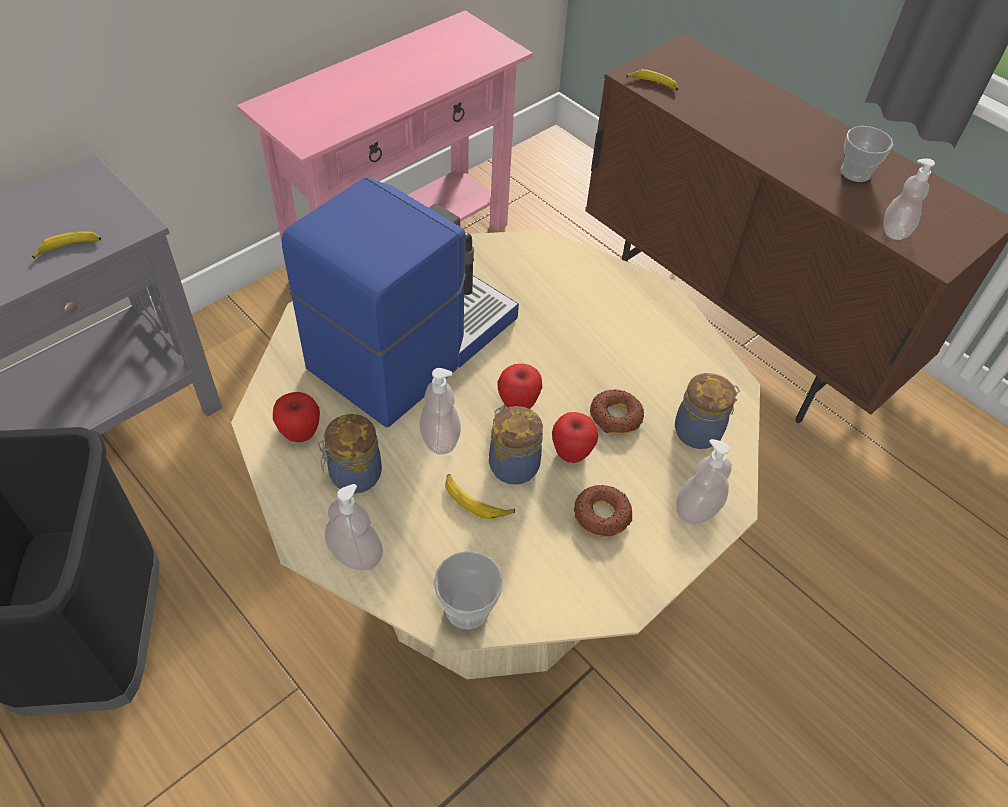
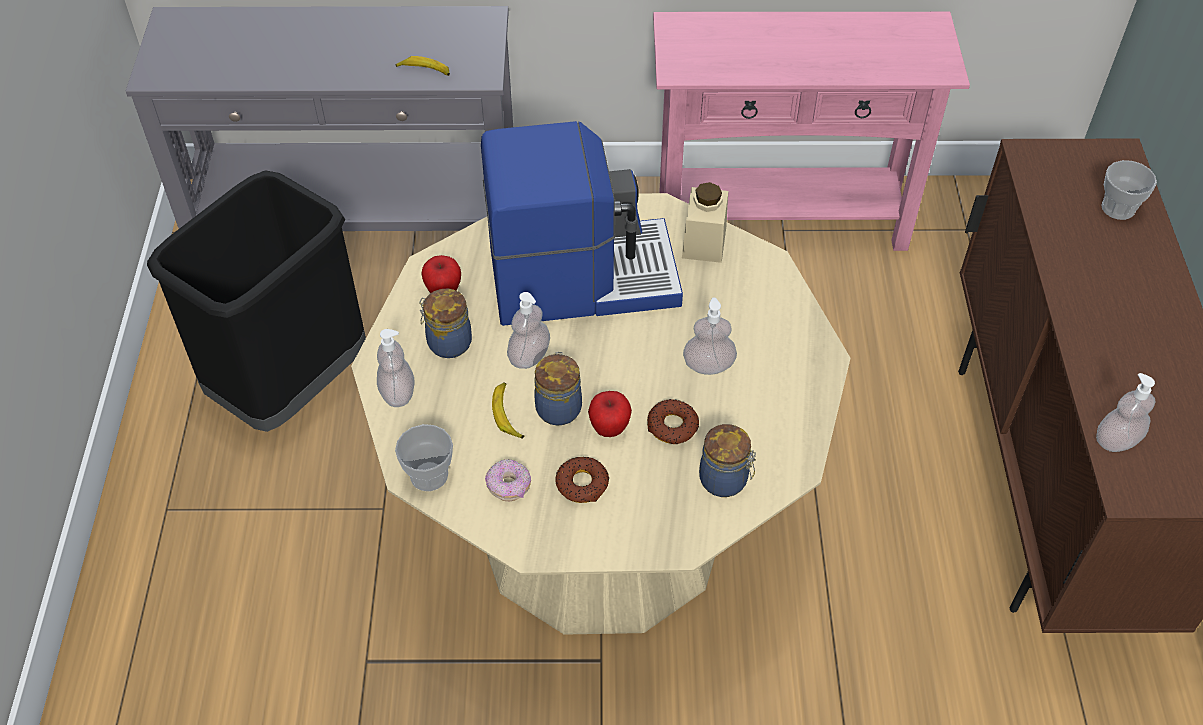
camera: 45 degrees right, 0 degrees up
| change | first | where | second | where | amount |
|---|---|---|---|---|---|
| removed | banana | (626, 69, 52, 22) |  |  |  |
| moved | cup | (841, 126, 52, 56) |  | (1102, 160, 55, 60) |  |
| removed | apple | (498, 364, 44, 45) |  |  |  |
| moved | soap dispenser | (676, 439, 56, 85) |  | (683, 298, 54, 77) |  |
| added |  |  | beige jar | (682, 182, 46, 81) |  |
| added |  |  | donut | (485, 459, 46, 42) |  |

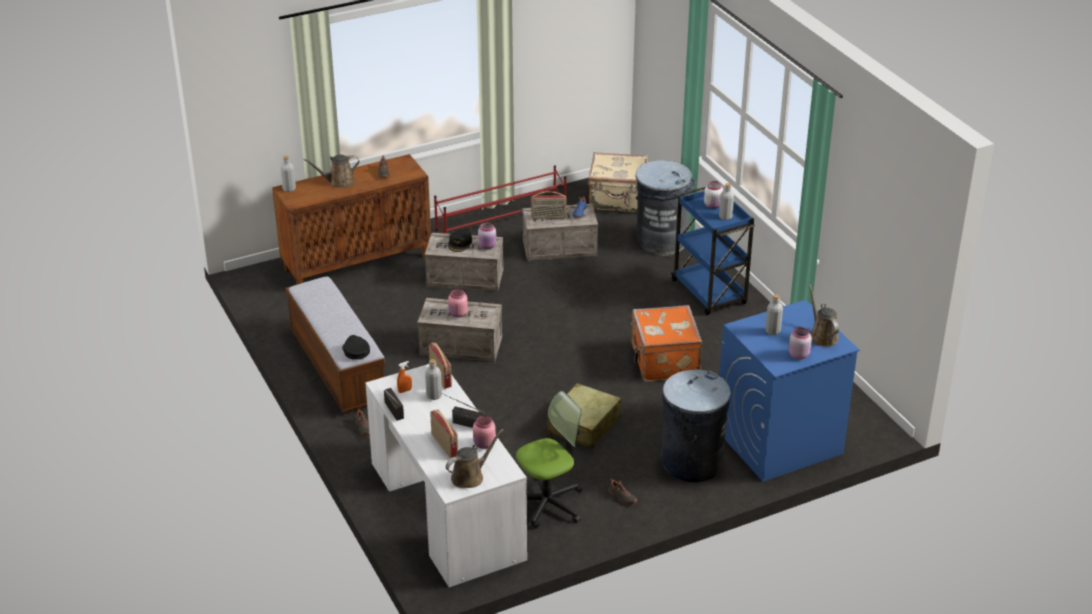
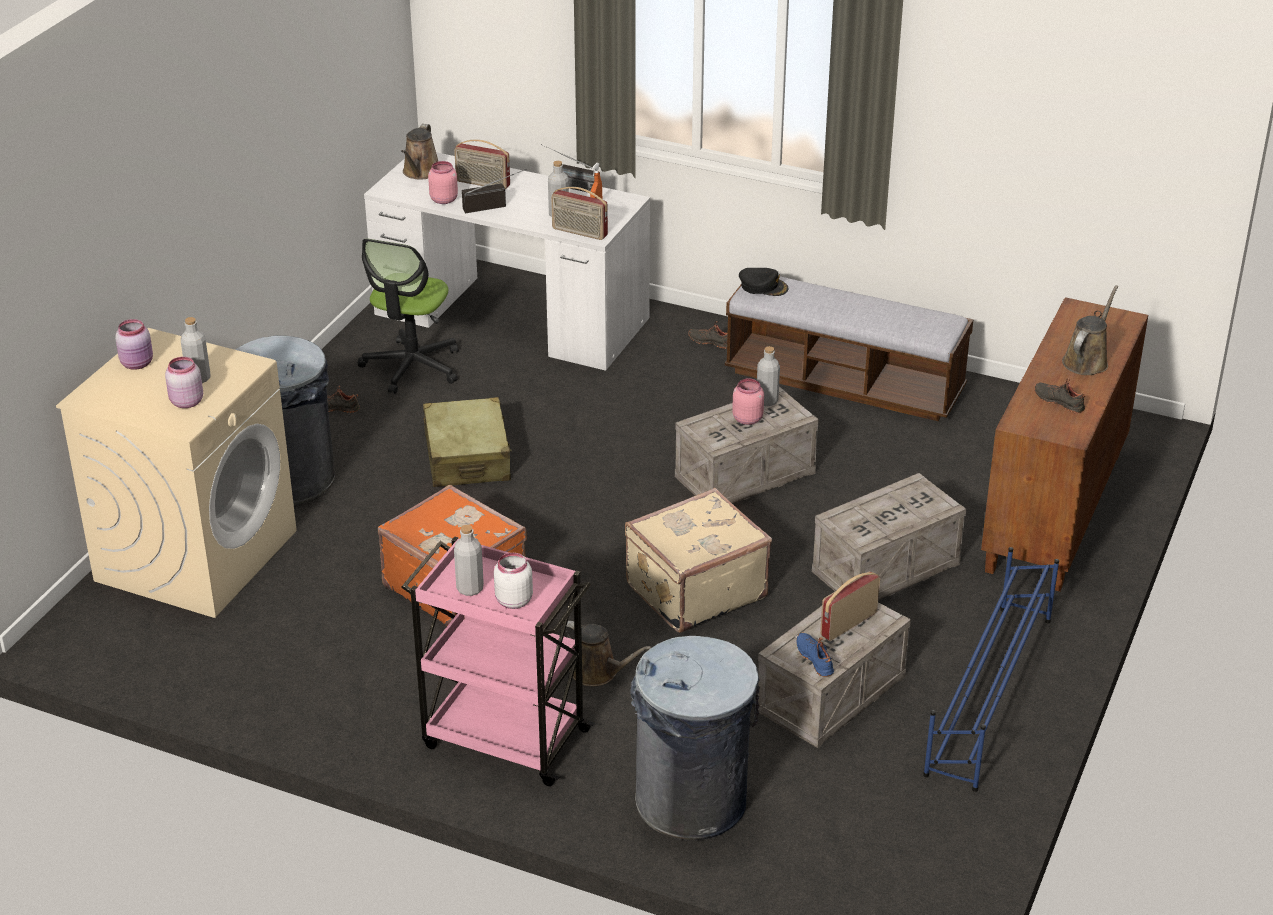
camera: 140 degrees right, 0 degrees up
| change | first | where | second | where | amount |
|---|---|---|---|---|---|
| moved | beige suitcase | (588, 152, 60, 60) |  | (625, 488, 147, 145) |  |
| moved | grey bottle | (280, 156, 16, 36) |  | (757, 346, 23, 60) |  |
| recoloured | red shoe rack | (434, 165, 132, 69) | blue shoe rack | (923, 547, 136, 245) |  |
| recoloured | blue cart | (671, 187, 84, 128) | pink cart | (401, 536, 194, 250) |  |
| moved | pink jar | (478, 222, 18, 27) |  | (165, 357, 38, 51) |  |
| removed | black cap | (448, 229, 24, 23) |  |  |  |
| moved | brown watering can | (809, 284, 30, 63) |  | (560, 621, 92, 65) |  |
| recoloured | blue washing machine | (719, 300, 141, 182) | beige washing machine | (56, 328, 241, 290) |  |

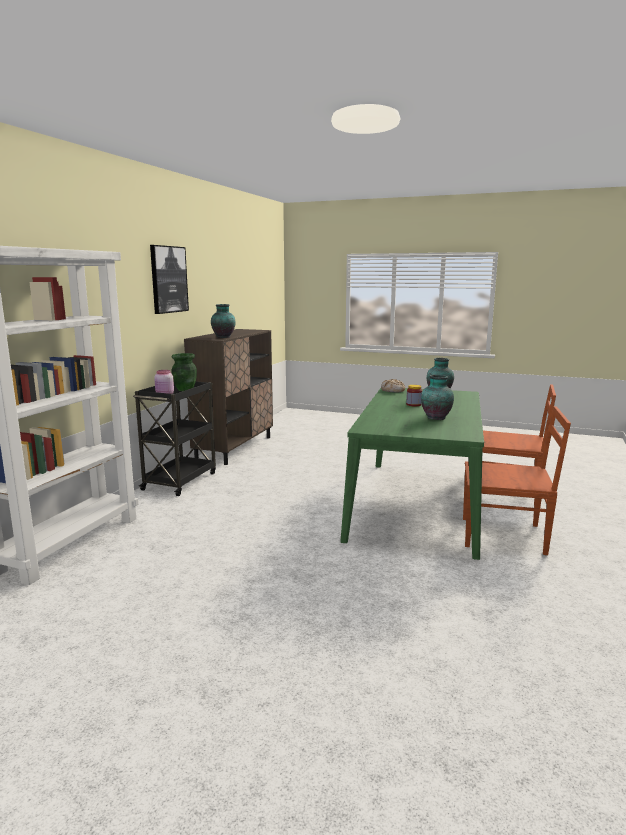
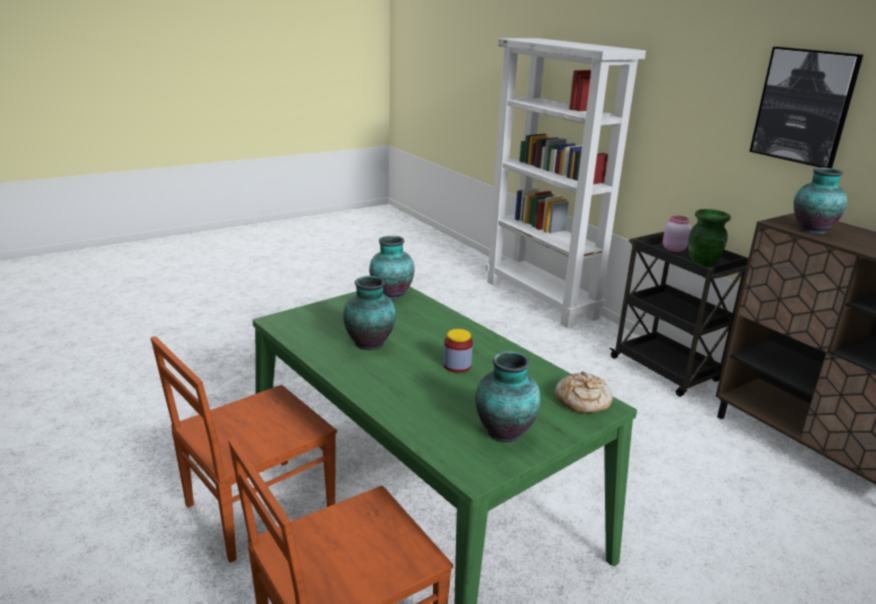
camera: 125 degrees right, 10 degrees up
| change | first | where | second | where | amount |
|---|---|---|---|---|---|
| added |  |  | vase | (369, 236, 46, 64) |  |

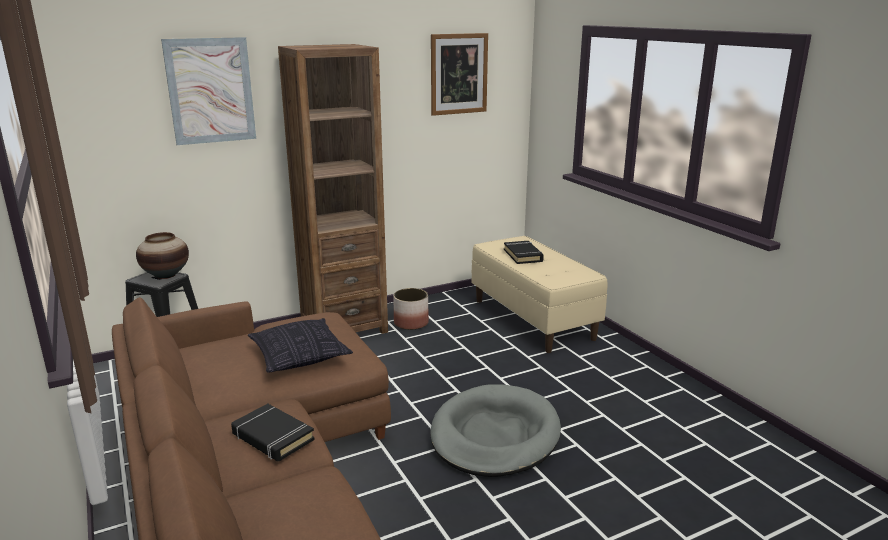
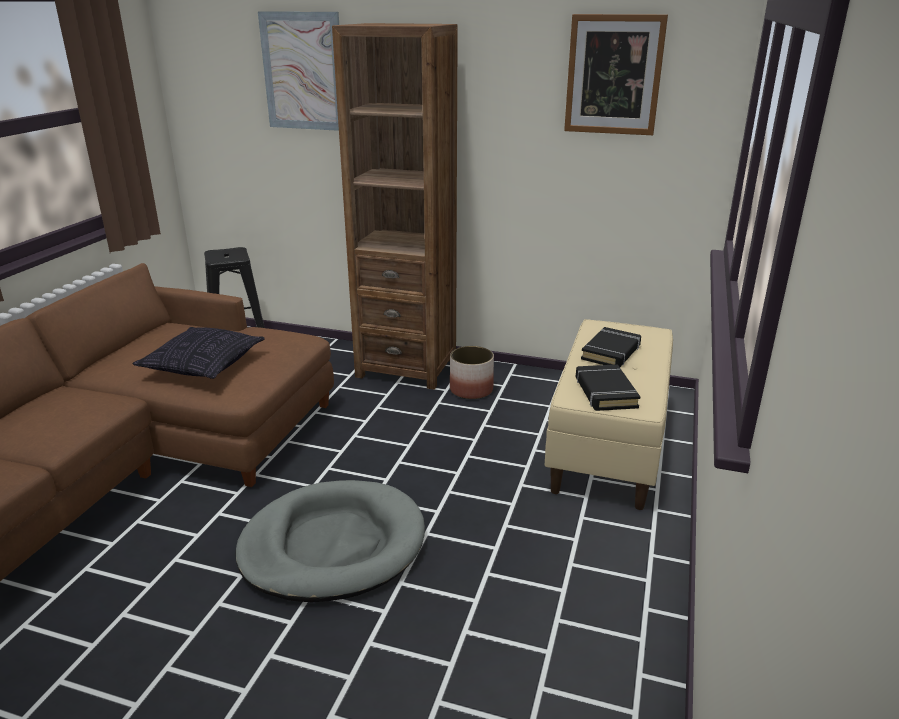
camera: 45 degrees right, 5 degrees up
| change | first | where | second | where | amount |
|---|---|---|---|---|---|
| removed | vase | (136, 232, 53, 47) |  |  |  |
| moved | black book | (231, 404, 84, 58) |  | (576, 364, 64, 47) |  |

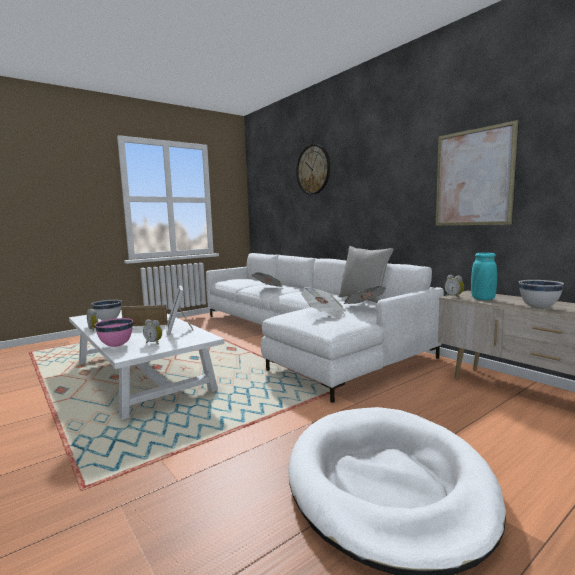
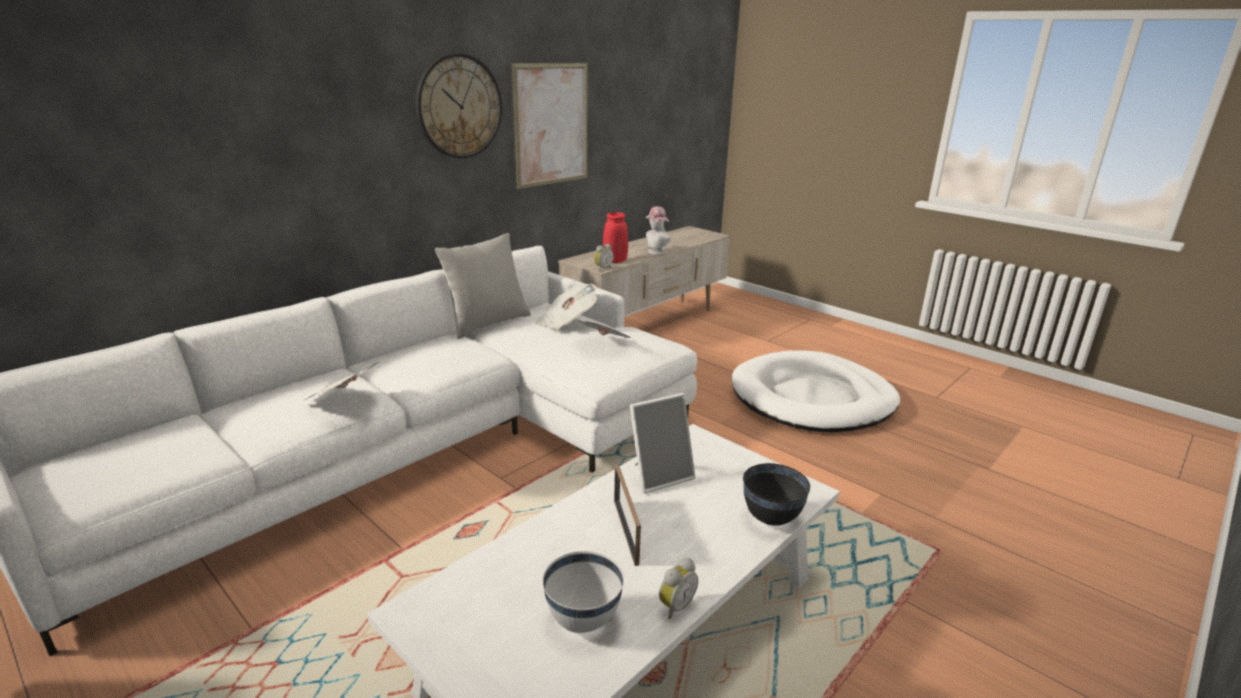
camera: 100 degrees left, 15 degrees up
| change | first | where | second | where | amount |
|---|---|---|---|---|---|
| moved | wall clock | (296, 144, 34, 51) |  | (415, 53, 87, 105) |  |
| recoloured | turquoise vase | (471, 253, 26, 47) | red vase | (603, 212, 25, 51) |  |
| replaced | white bowl | (519, 280, 45, 29) | hat | (646, 206, 25, 49) |  |
| recoloured | pink bowl | (95, 318, 38, 29) | black bowl | (743, 463, 67, 63) |  |
| removed | alarm clock | (143, 319, 19, 26) |  |  |  |

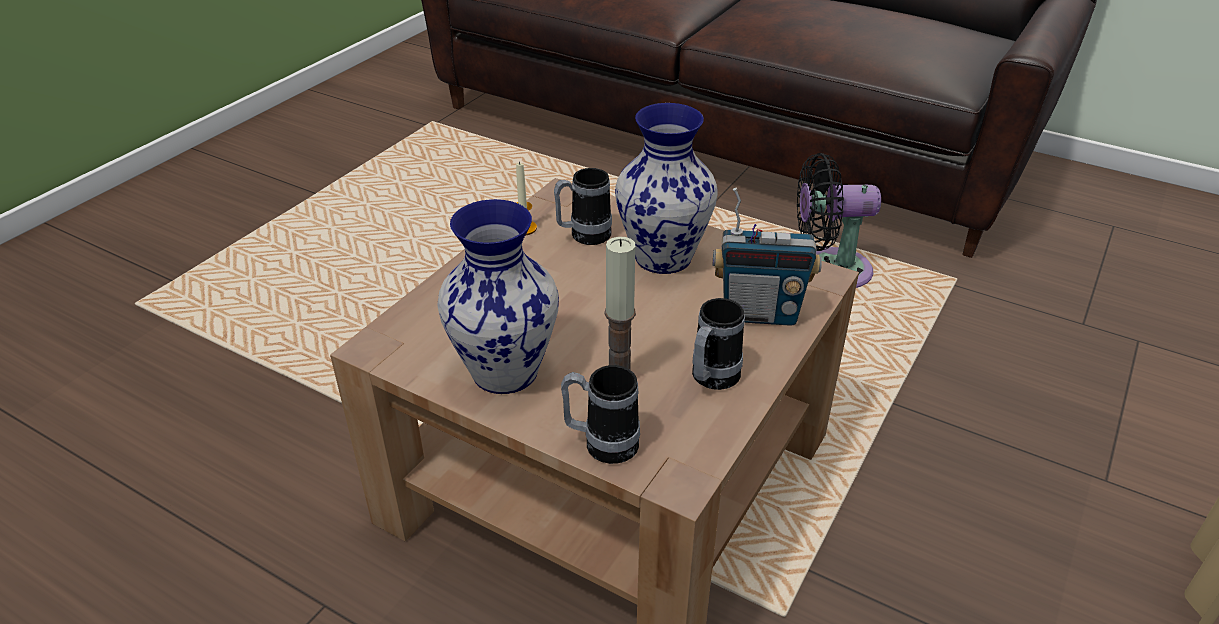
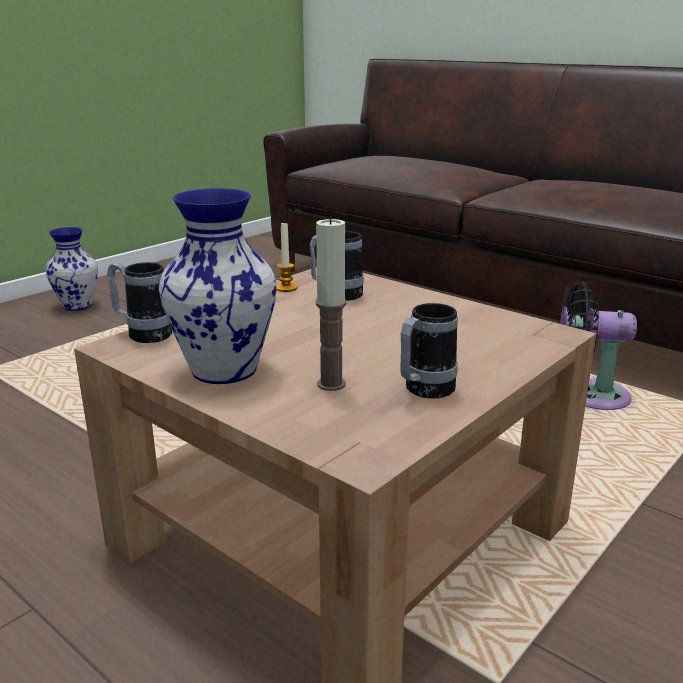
camera: 10 degrees right, 15 degrees down
| change | first | where | second | where | amount |
|---|---|---|---|---|---|
| moved | vase | (615, 103, 102, 171) |  | (45, 227, 53, 84) |  |
| removed | radio | (713, 188, 109, 138) |  |  |  |
| moved | mug | (561, 365, 79, 99) |  | (107, 262, 65, 81) |  |

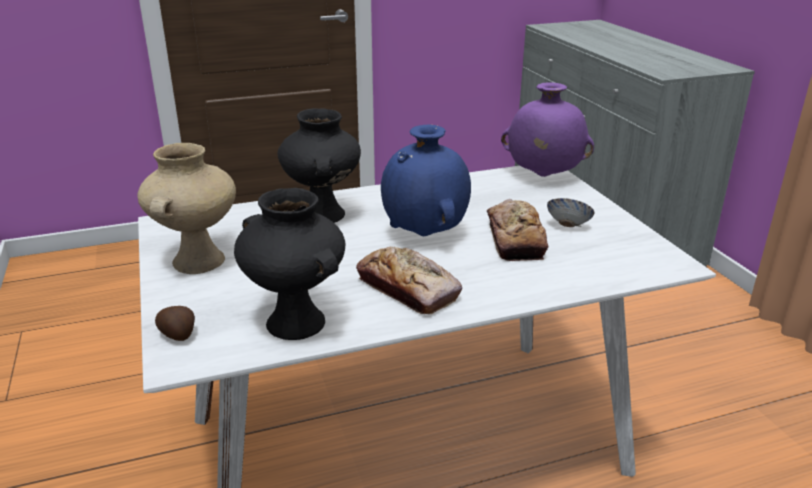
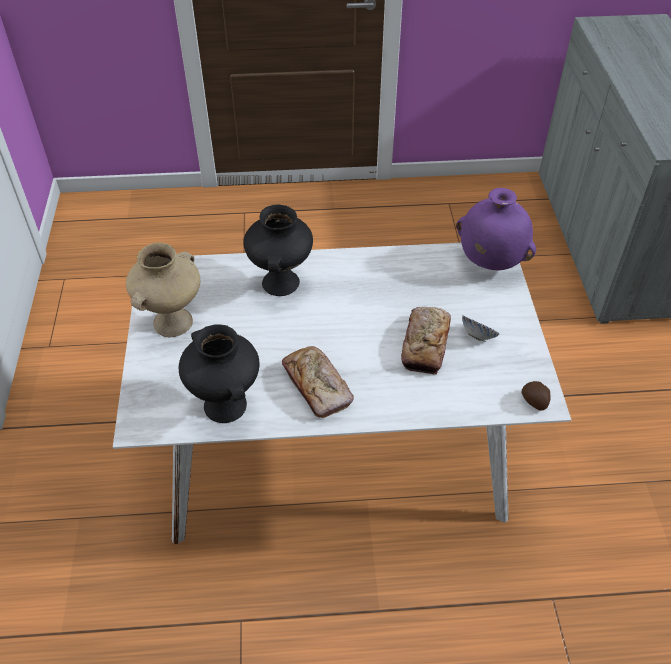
camera: 15 degrees right, 20 degrees up
| change | first | where | second | where | amount |
|---|---|---|---|---|---|
| removed | blue vase | (381, 125, 90, 111) |  |  |  |
| moved | potato | (155, 306, 40, 35) |  | (521, 381, 30, 30) |  |

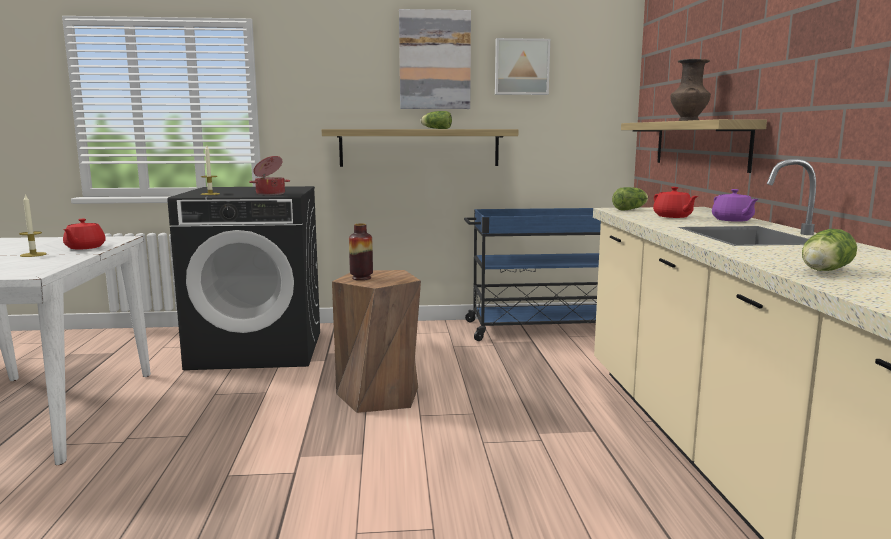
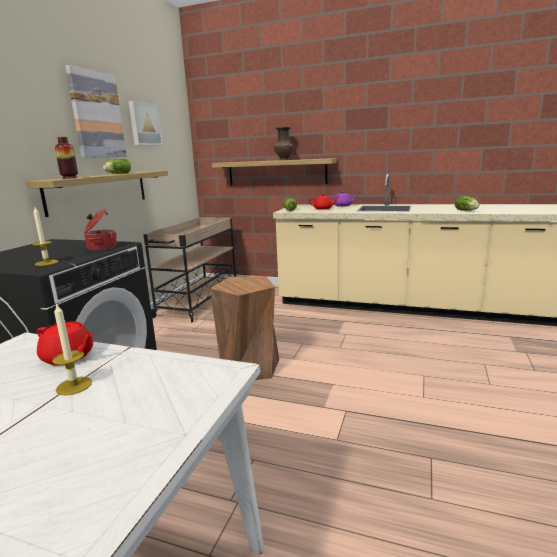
camera: 65 degrees left, 5 degrees up
| change | first | where | second | where | amount |
|---|---|---|---|---|---|
| recoloured | blue cart | (464, 208, 137, 133) | beige cart | (143, 217, 93, 105) |  |
| moved | vase | (349, 223, 24, 57) |  | (55, 137, 23, 42) |  |

